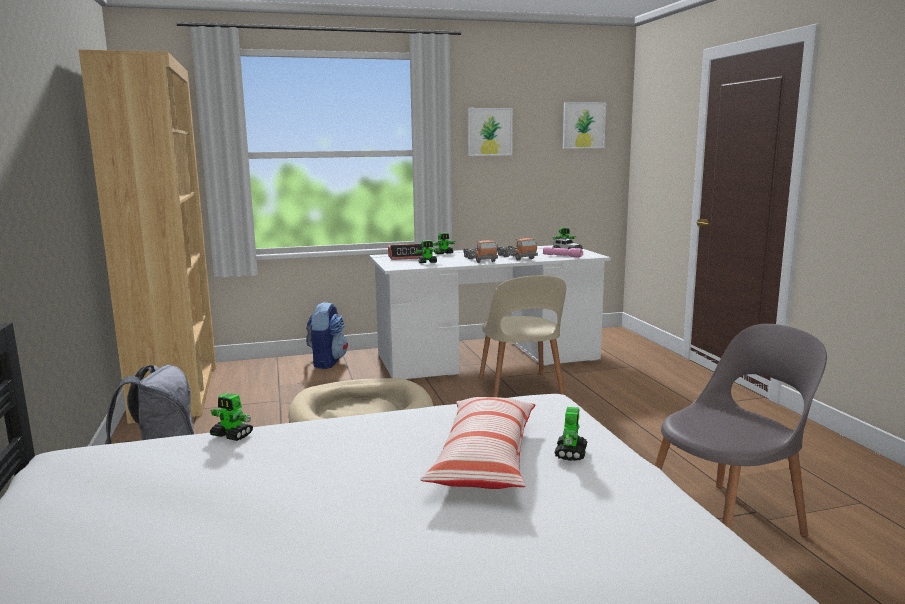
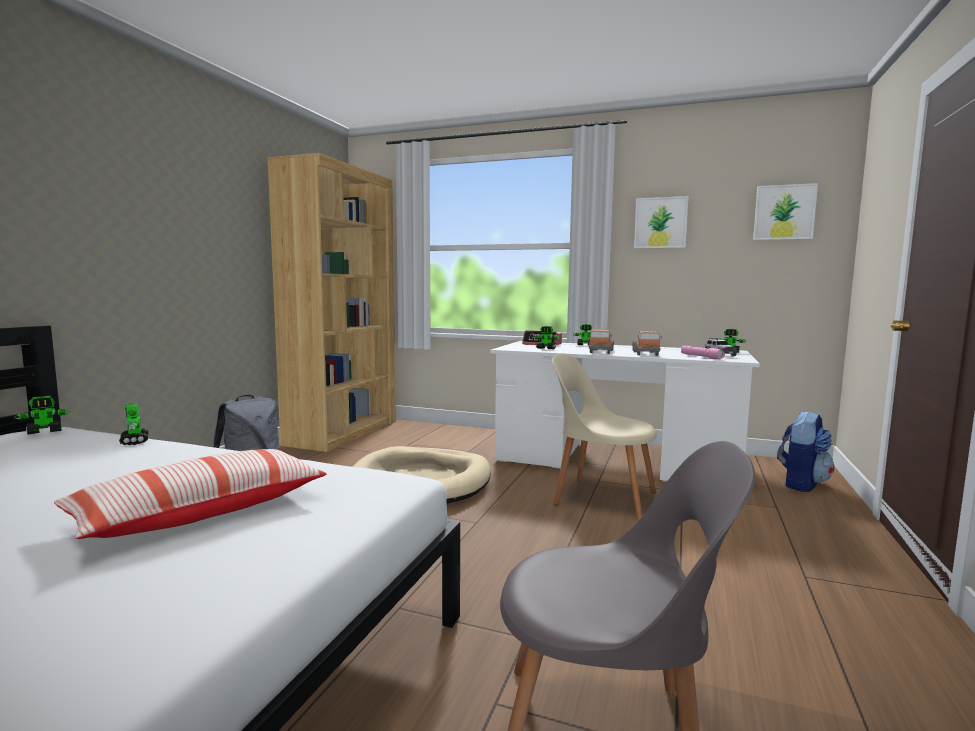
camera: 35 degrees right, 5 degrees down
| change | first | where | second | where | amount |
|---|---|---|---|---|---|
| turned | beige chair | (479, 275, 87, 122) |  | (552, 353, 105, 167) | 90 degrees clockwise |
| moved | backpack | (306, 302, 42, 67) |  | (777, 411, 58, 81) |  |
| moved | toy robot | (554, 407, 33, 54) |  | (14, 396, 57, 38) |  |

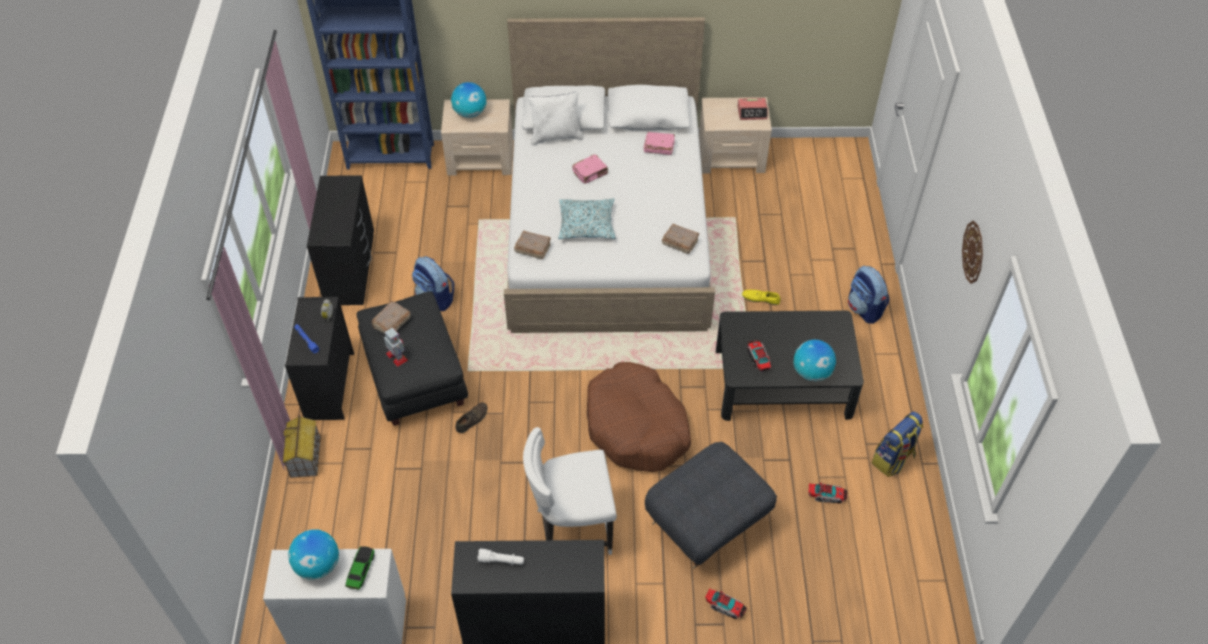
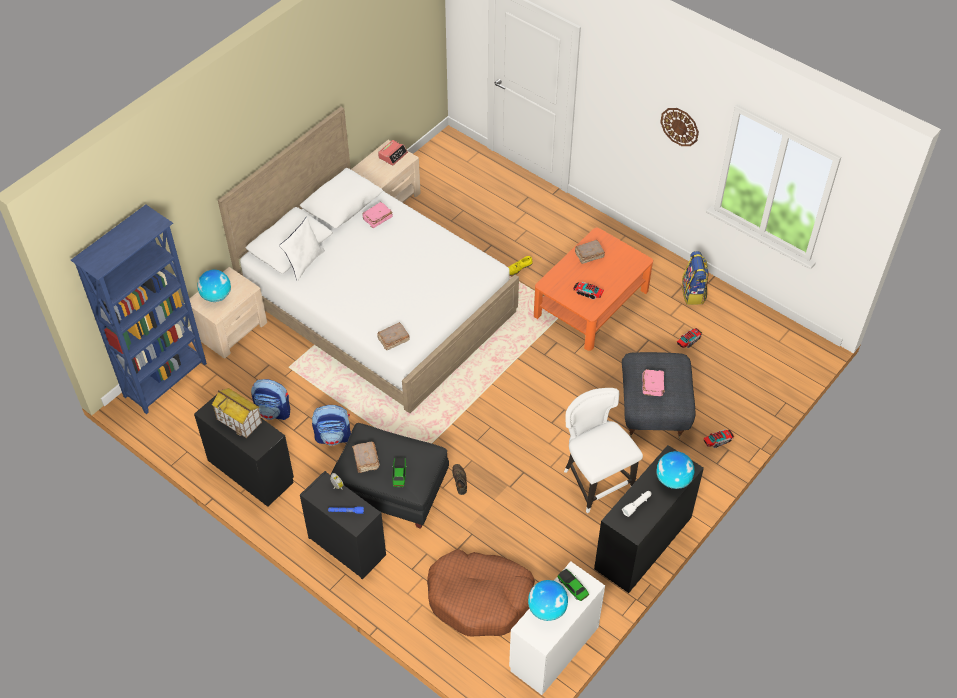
camera: 50 degrees left, 0 degrees up
| change | first | where | second | where | amount |
|---|---|---|---|---|---|
| moved | pink book | (572, 155, 36, 29) |  | (642, 369, 23, 27) |  |
| removed | pillow | (558, 198, 58, 41) |  |  |  |
| moved | brown book | (662, 224, 37, 30) |  | (575, 240, 30, 24) |  |
| moved | backpack | (848, 266, 41, 58) |  | (251, 379, 39, 41) |  |
| recoloured | black coffee table | (716, 311, 148, 110) | orange coffee table | (534, 228, 119, 123) |  |
| replaced | toy robot | (384, 327, 24, 40) | toy car | (392, 457, 15, 30) |  |
| moved | globe | (793, 340, 43, 41) |  | (656, 451, 38, 38) |  |
| moved | brown dog bed | (587, 362, 104, 110) |  | (427, 549, 108, 87) |  |
| moved | toy house | (283, 415, 38, 63) |  | (212, 388, 50, 50) |  |
| turned | white chair | (523, 427, 94, 128) |  | (564, 388, 79, 125) | 120 degrees clockwise |

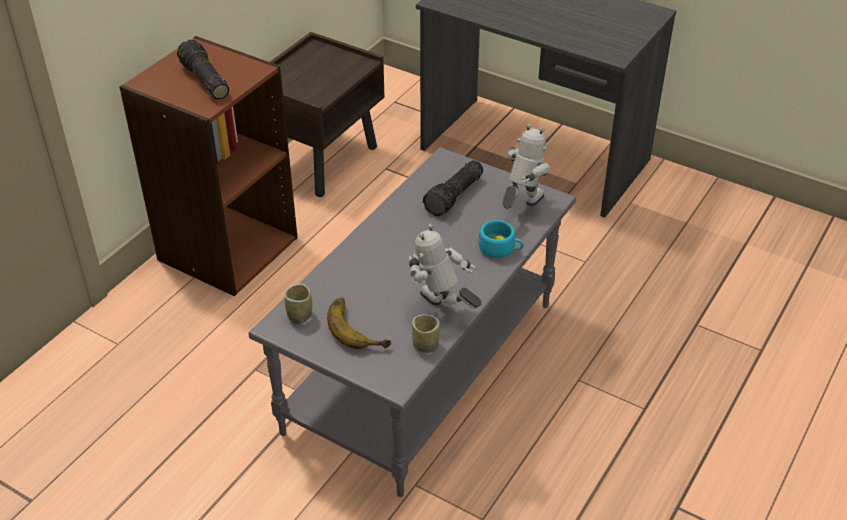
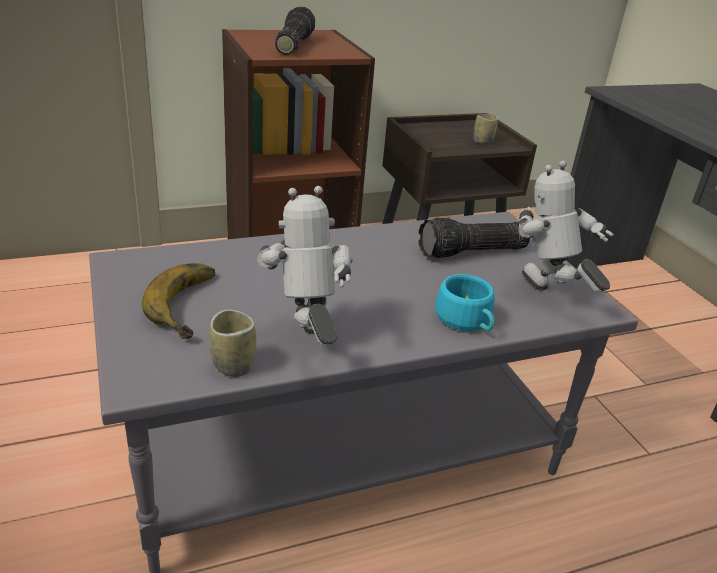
camera: 35 degrees right, 10 degrees down
| change | first | where | second | where | amount |
|---|---|---|---|---|---|
| turned | toy robot | (503, 124, 47, 85) |  | (519, 160, 94, 133) | 105 degrees counterclockwise |
| moved | cup | (285, 284, 27, 40) |  | (473, 114, 25, 29) |  |

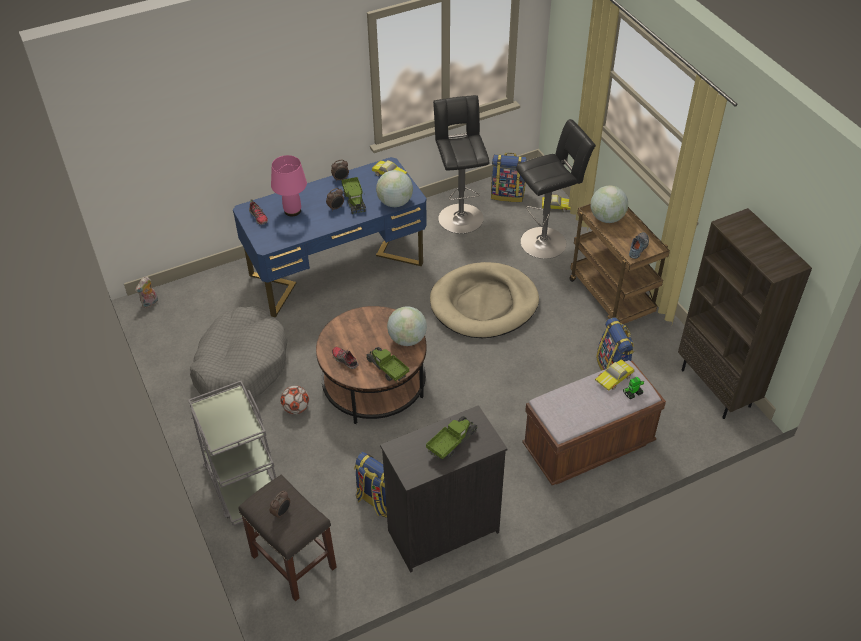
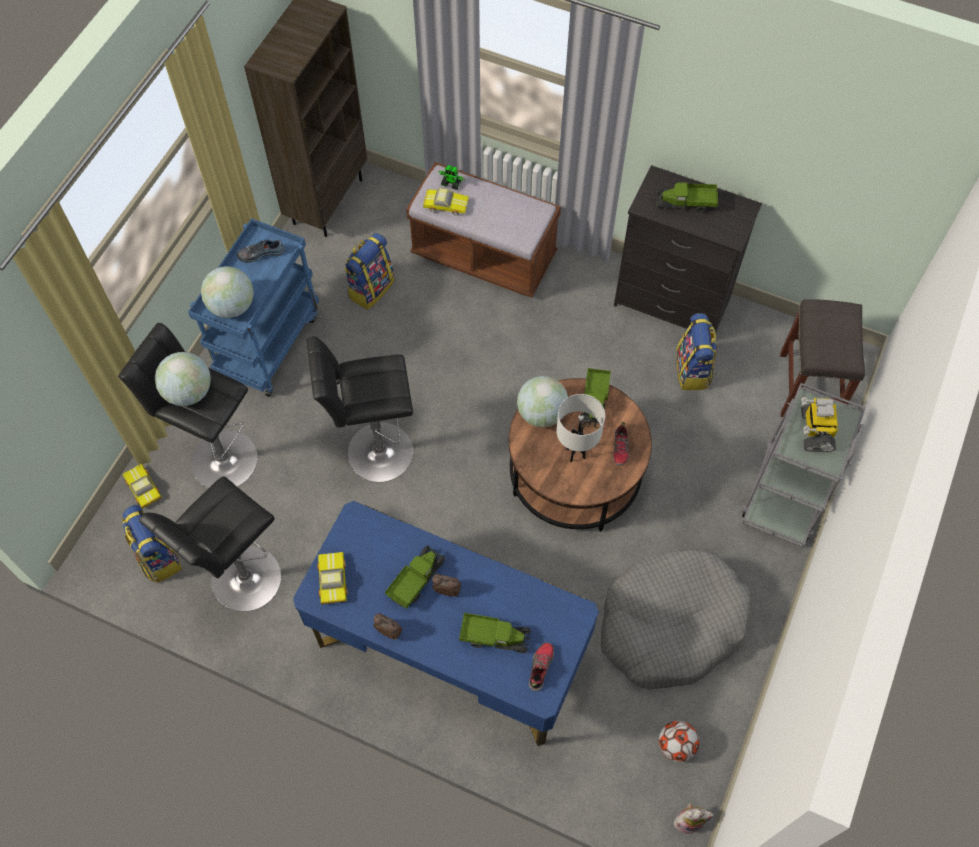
camera: 130 degrees left, 15 degrees up
| change | first | where | second | where | amount |
|---|---|---|---|---|---|
| replaced | pink table lamp | (271, 155, 36, 62) | toy truck | (459, 613, 72, 40) |  |
| moved | globe | (376, 170, 37, 37) |  | (155, 352, 56, 54) |  |
| recoloured | brown cart | (569, 204, 101, 120) | blue cart | (188, 218, 131, 179) |  |
| replaced | beige dog bed | (430, 262, 109, 76) | black stool | (307, 336, 106, 146) |  |
| moved | football | (280, 386, 29, 28) |  | (659, 721, 40, 41) |  |
| removed | alarm clock | (270, 490, 20, 29) |  |  |  |
| added |  |  | white table lamp | (556, 394, 49, 68) |  |
| added |  |  | toy robot | (801, 397, 37, 55) |  |

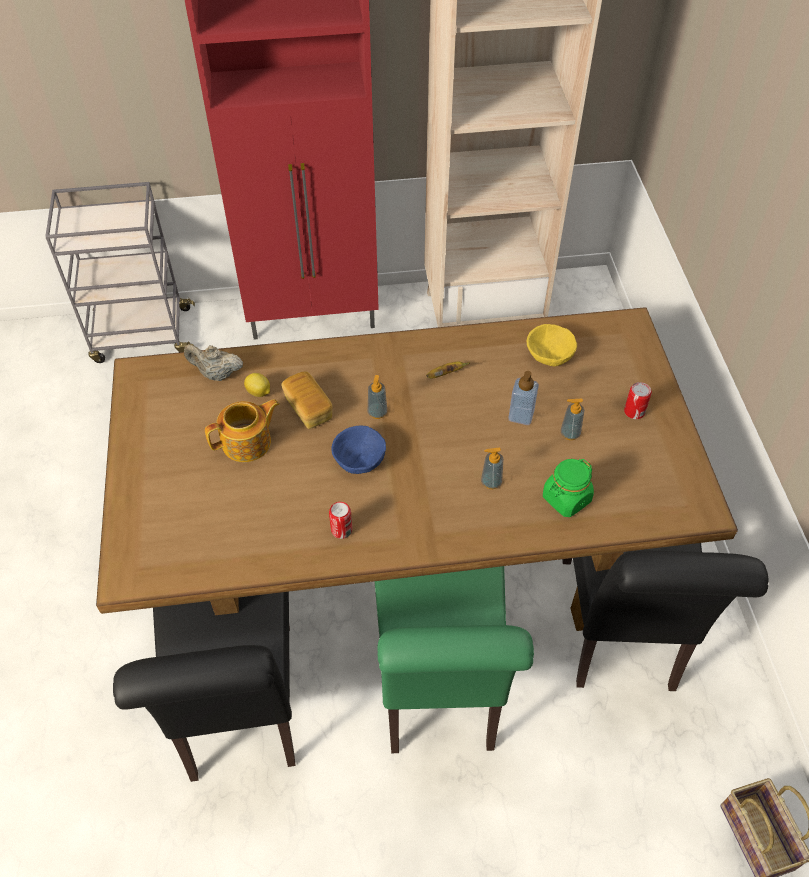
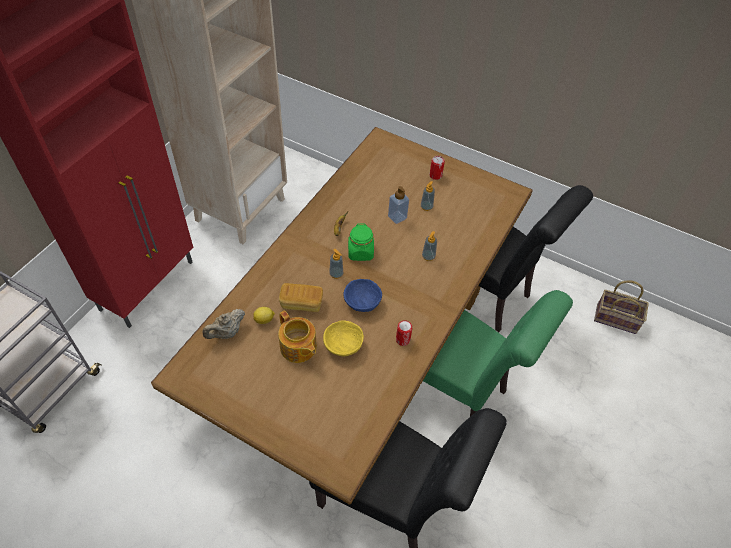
camera: 55 degrees left, 0 degrees up
| change | first | where | second | where | amount |
|---|---|---|---|---|---|
| moved | yellow bowl | (527, 324, 50, 42) |  | (323, 320, 41, 36) |  |
| turned | teapot | (205, 399, 74, 63) |  | (278, 310, 39, 53) | 135 degrees clockwise |
| moved | green jar | (543, 459, 51, 58) |  | (348, 223, 26, 38) |  |

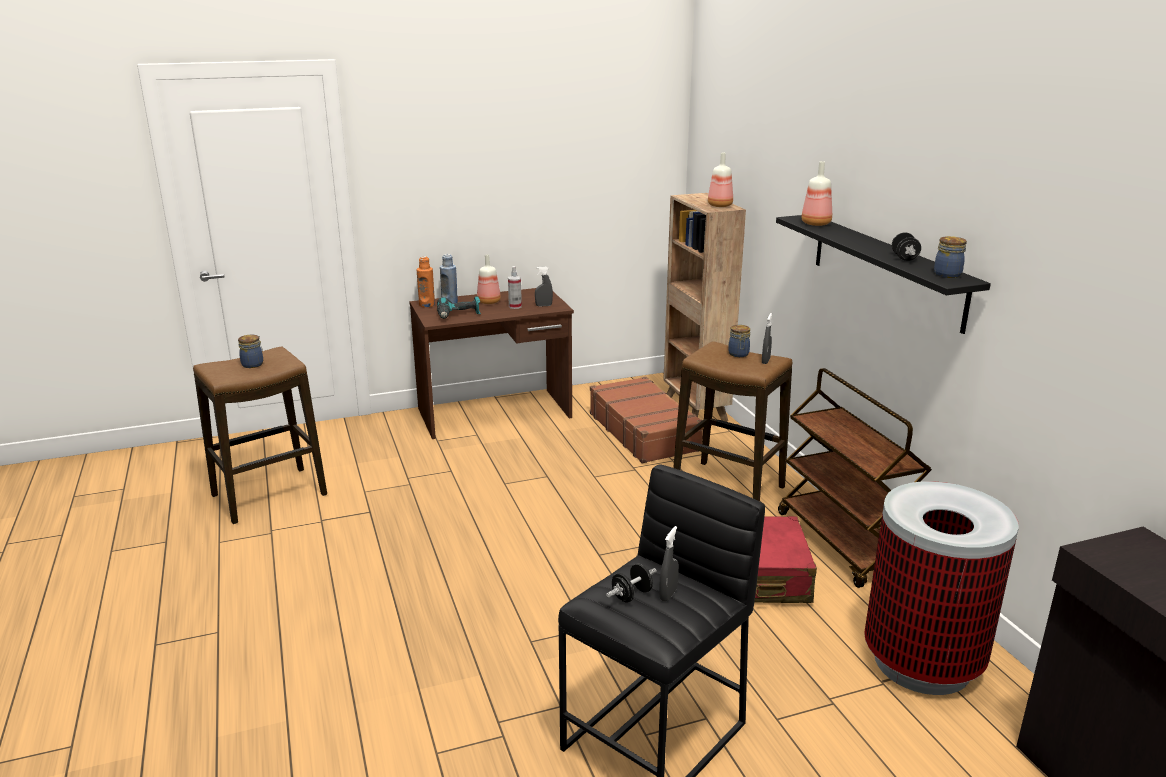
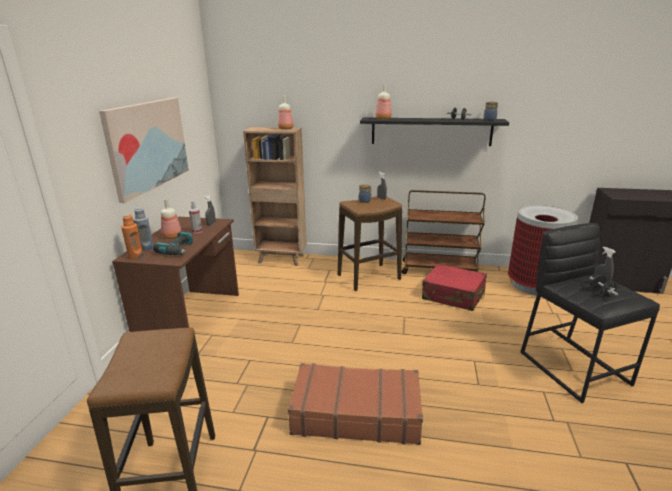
camera: 60 degrees left, 0 degrees up
| change | first | where | second | where | amount |
|---|---|---|---|---|---|
| removed | jar | (238, 335, 25, 33) |  |  |  |
| moved | brown suitcase | (590, 376, 113, 87) |  | (288, 363, 135, 82) |  |
| added |  |  | picture | (99, 98, 90, 105) |  |

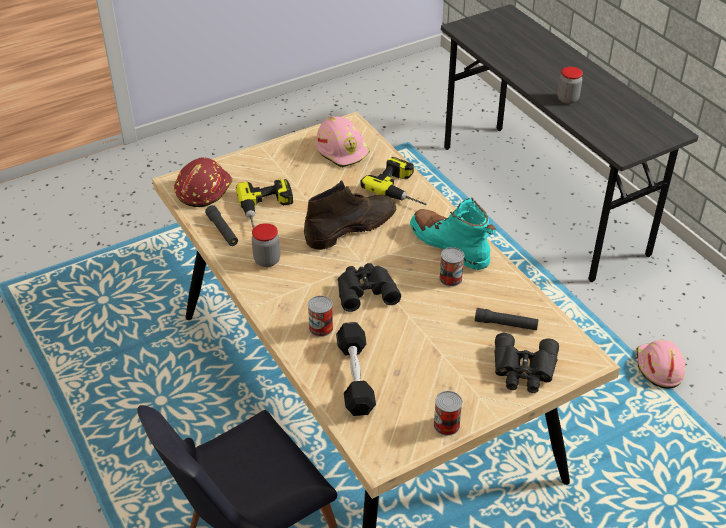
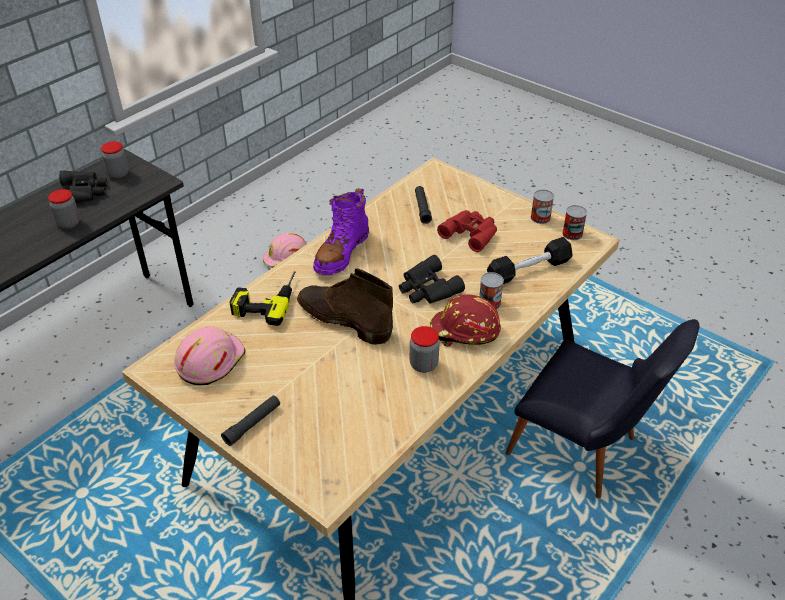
camera: 110 degrees left, 0 degrees up
| change | first | where | second | where | amount |
|---|---|---|---|---|---|
| moved | red hard hat | (174, 157, 59, 50) |  | (430, 295, 71, 52) |  |
| removed | power drill | (236, 179, 57, 49) |  |  |  |
| recoloured | turquoise boot | (410, 198, 86, 72) | purple boot | (313, 188, 56, 87) |  |
| moved | black flashlight | (205, 205, 33, 41) |  | (221, 395, 59, 51) |  |
| moved | can | (439, 247, 25, 40) |  | (562, 205, 25, 35) |  |
| moved | black binoculars | (495, 333, 64, 60) |  | (59, 170, 48, 33) |  |
| added |  |  | jar | (101, 141, 28, 37) |  |
| added |  |  | red binoculars | (437, 210, 60, 42) |  |

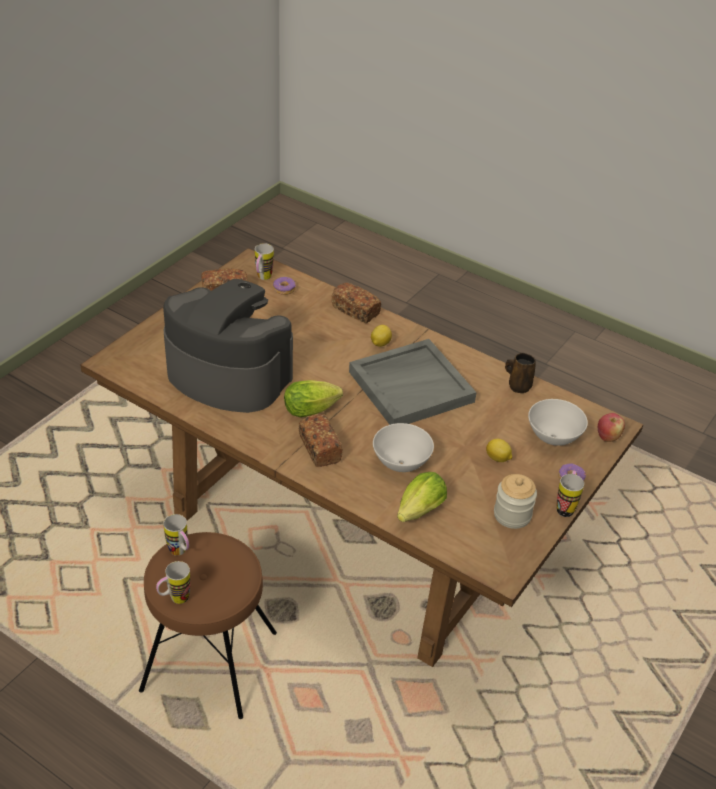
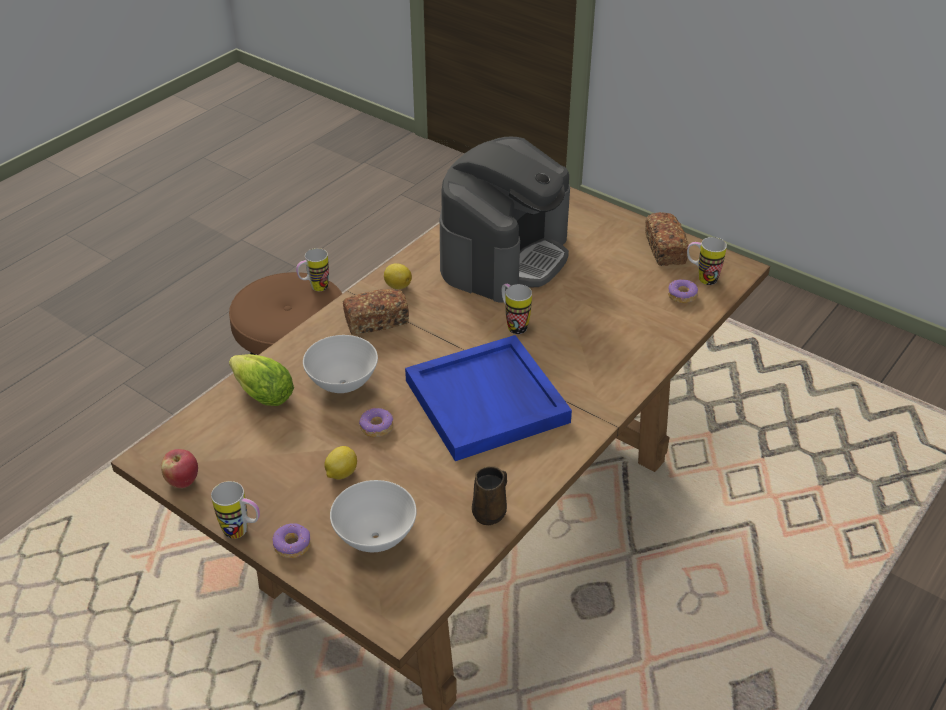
camera: 95 degrees right, 0 degrees up
| change | first | where | second | where | amount |
|---|---|---|---|---|---|
| removed | bread | (331, 283, 50, 40) |  |  |  |
| moved | lemon | (371, 325, 21, 22) |  | (384, 263, 28, 26) |  |
| recoloured | grey tray | (349, 339, 128, 86) | blue tray | (405, 335, 167, 126) |  |
| removed | lettuce | (284, 380, 59, 37) |  |  |  |
| moved | apple | (598, 413, 27, 29) |  | (161, 449, 37, 39) |  |
| removed | jar | (494, 474, 43, 55) |  |  |  |
| moved | mug | (156, 561, 35, 43) |  | (502, 284, 30, 50) |  |
| added |  |  | donut | (359, 408, 34, 30) |  |

